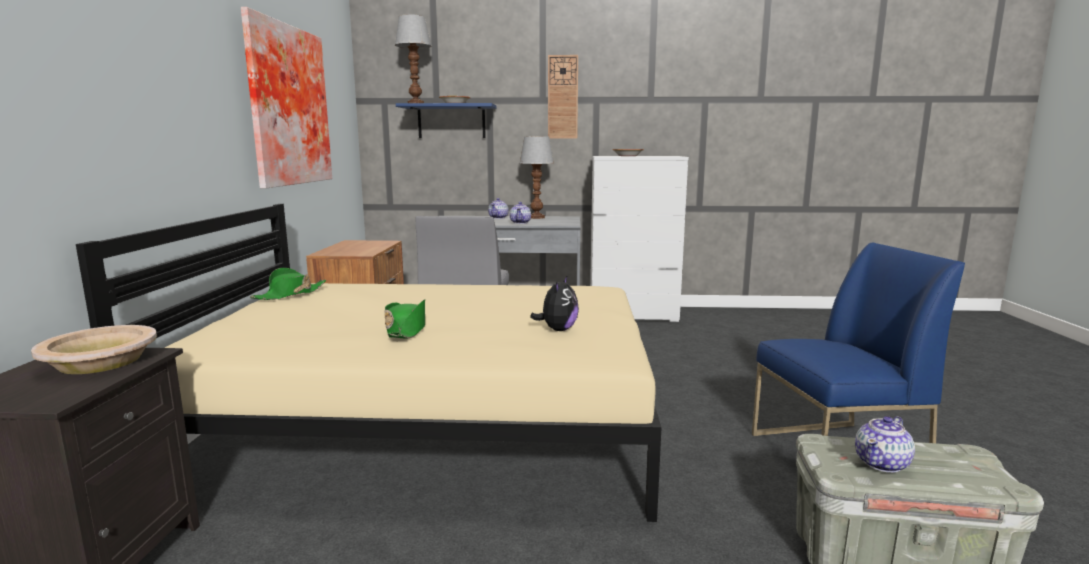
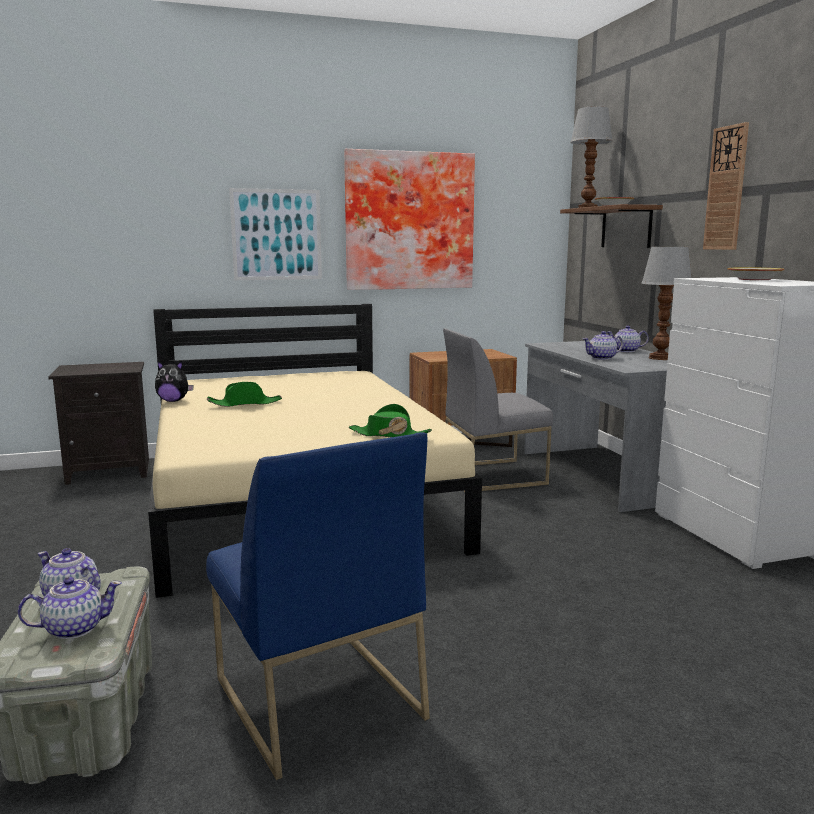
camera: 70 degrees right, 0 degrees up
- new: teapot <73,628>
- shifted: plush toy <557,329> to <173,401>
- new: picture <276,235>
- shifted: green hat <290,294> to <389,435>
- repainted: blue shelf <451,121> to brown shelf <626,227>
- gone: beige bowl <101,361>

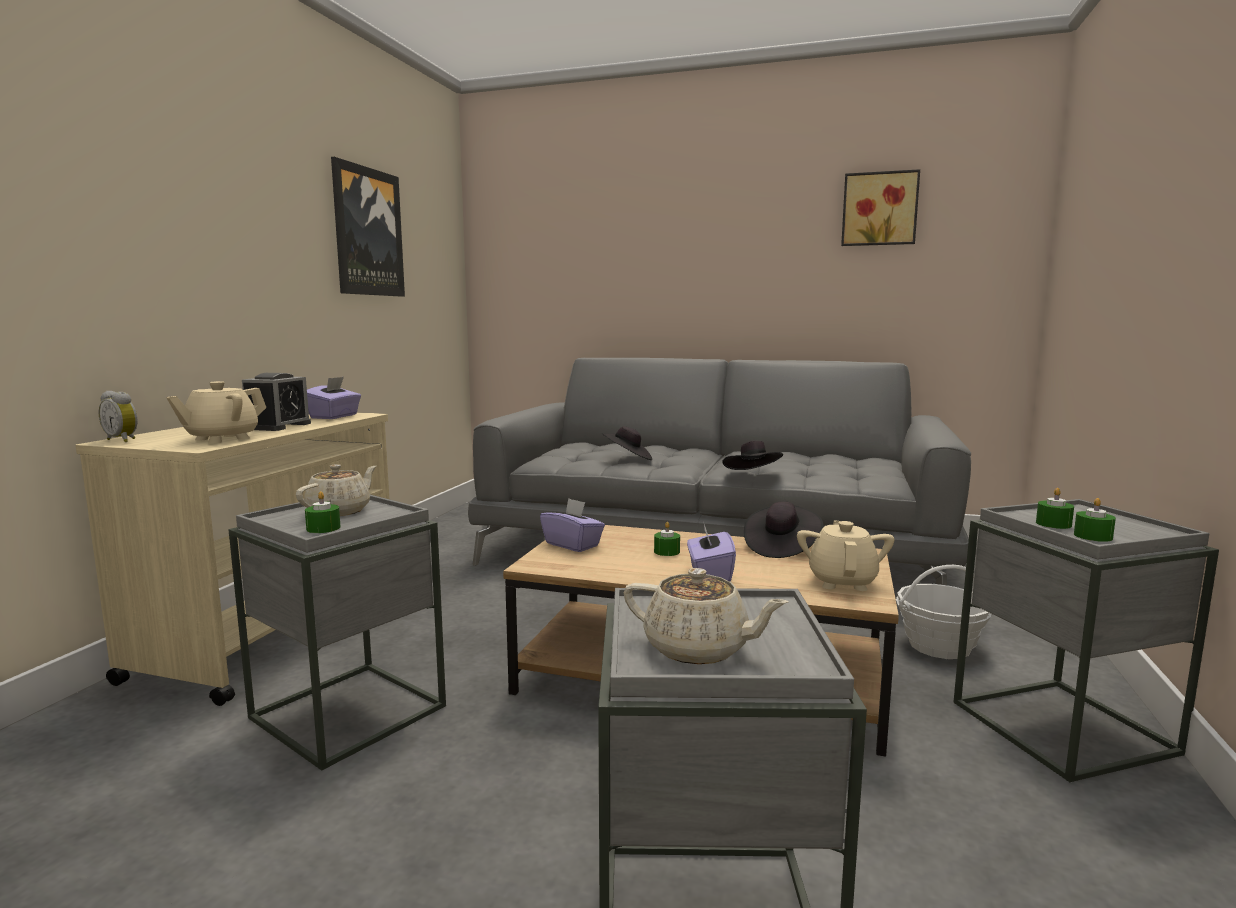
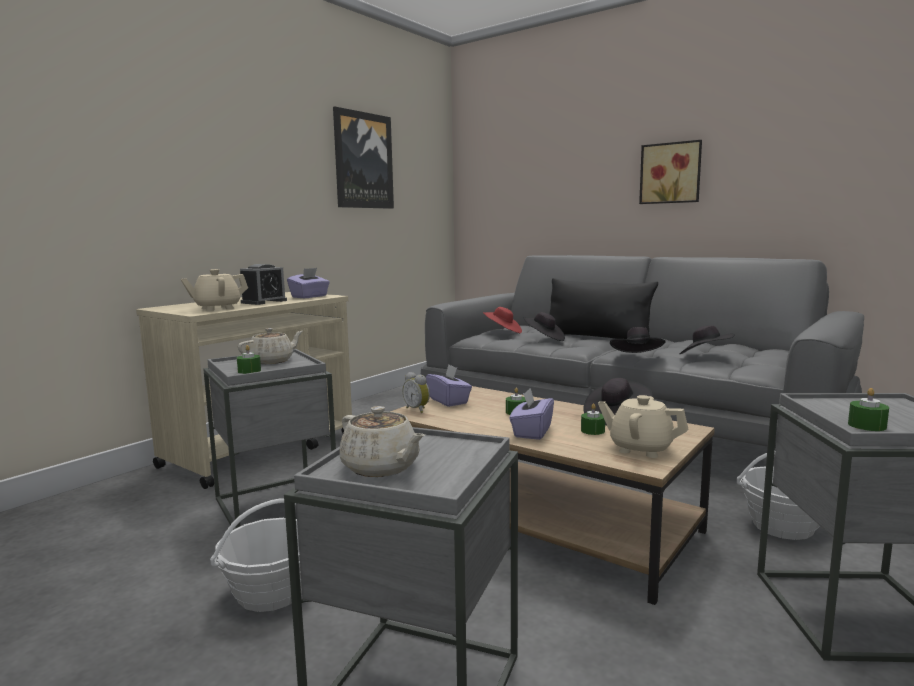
camera: 20 degrees right, 0 degrees up
- new: basket <271,592>
- shifted: alarm clock <123,440> to <418,409>
- new: red hat <503,332>
- new: black pillow <596,337>
- shifted: green candle <1053,524> to <592,430>
- rotated: beige teapot <842,582> = <640,449> 90 degrees counterclockwise
- shifted: picture <879,209> to <671,173>
- new: black hat <705,356>

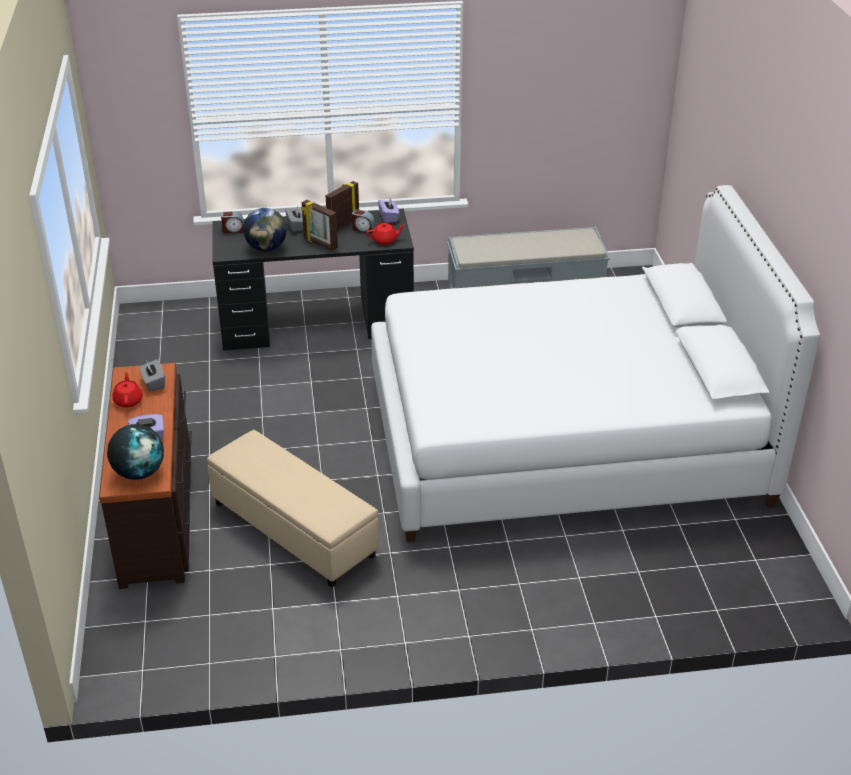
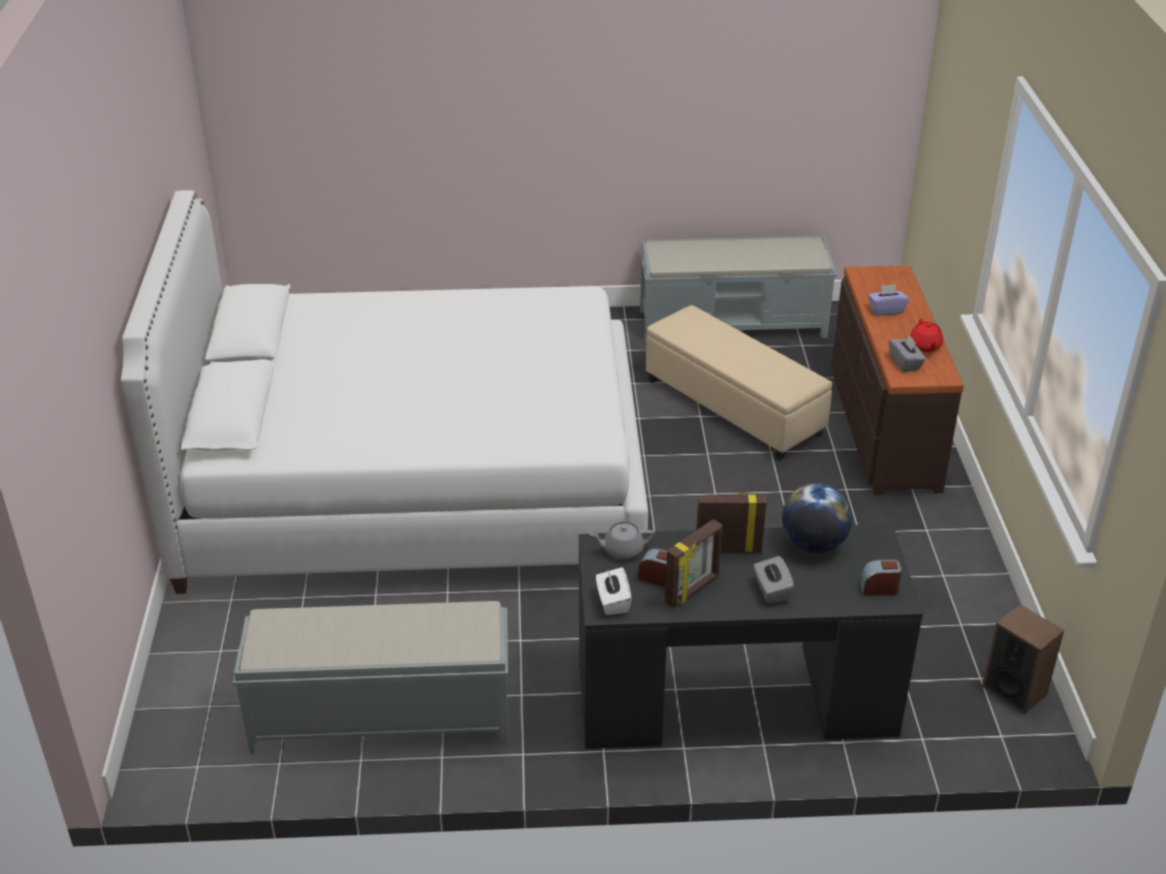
camera: 175 degrees left, 0 degrees up
- repainted: red teapot <385,240> to grey teapot <622,550>
- repainted: purple tissue box <389,217> to white tissue box <612,602>
- new: grey bench <733,323>
- rotated: picture frame <320,243> = <728,549> 45 degrees counterclockwise
- new: speaker <1014,690>
- gone: globe <139,472>

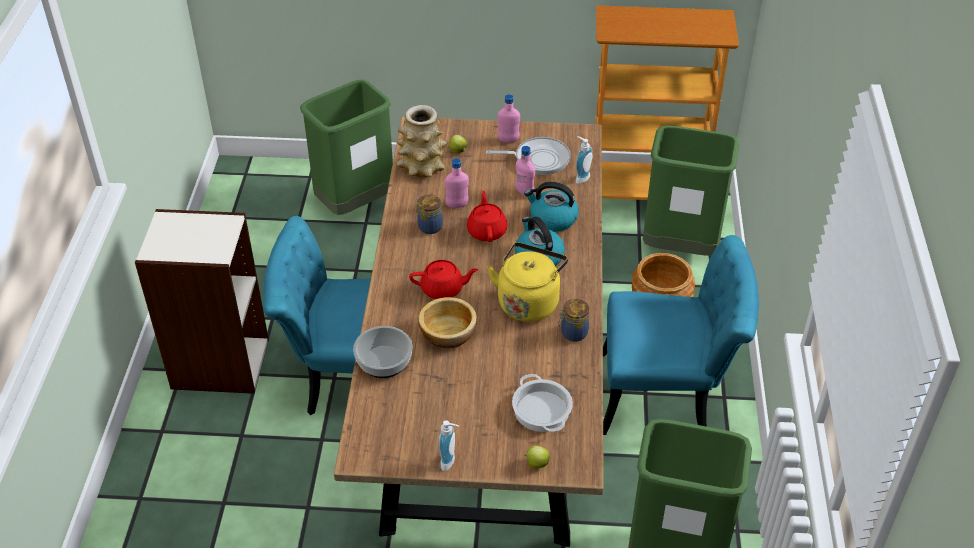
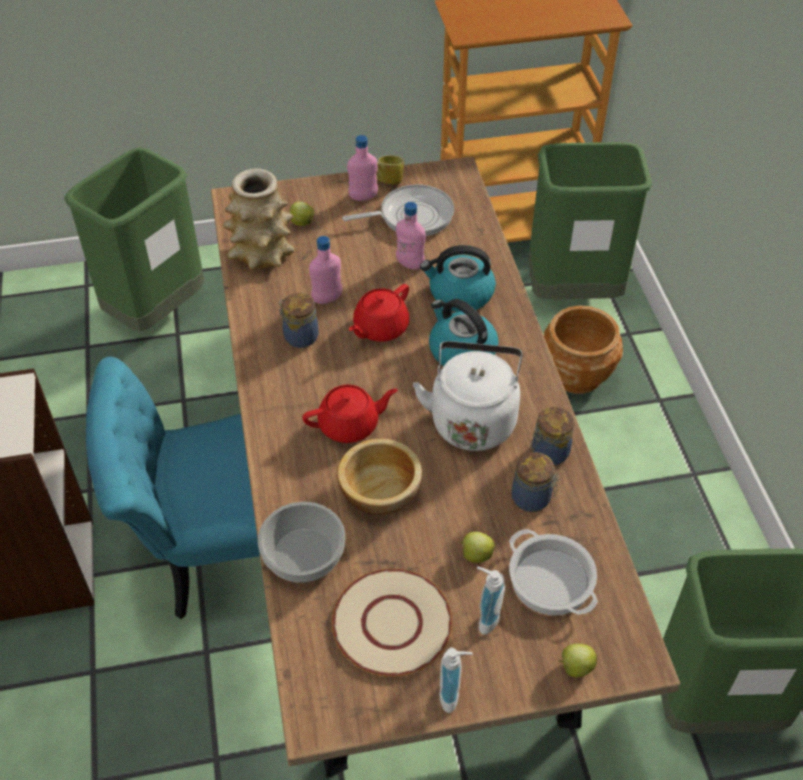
camera: 15 degrees left, 5 degrees up
- new: beige plate <392,623>
- rotated: red teapot <487,231> = <380,328> 120 degrees counterclockwise
- new: mug <387,181>
- repainted: yellow kettle <528,301> to white kettle <472,419>
- new: apple <475,555>
- shifted: soap dispenser <580,177> to <485,618>
- new: jar <532,499>
- gone: turquoise chair <667,396>

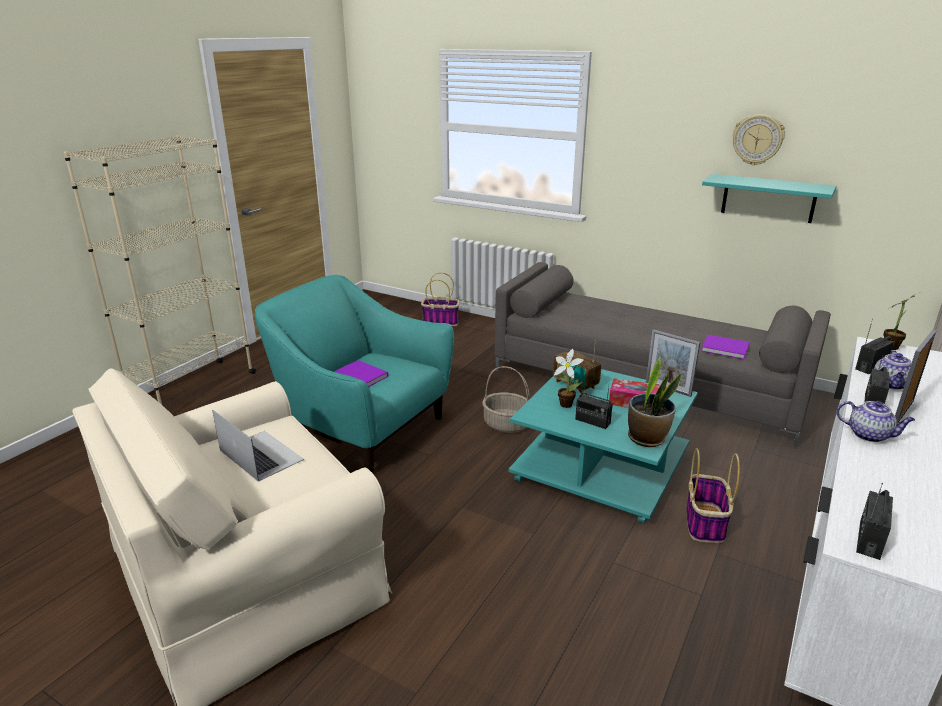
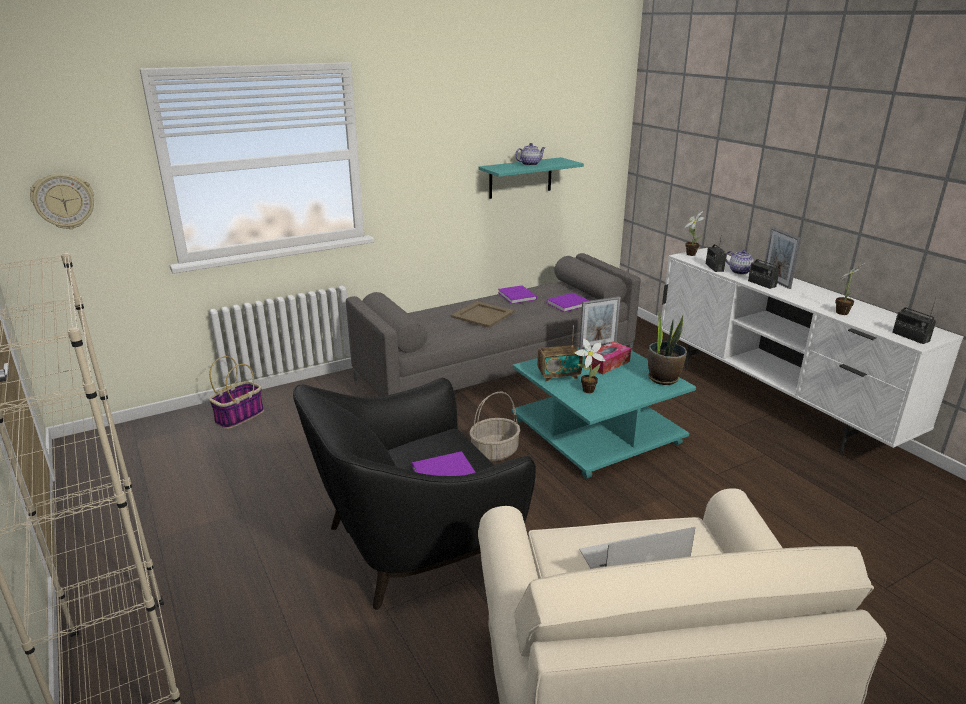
camera: 60 degrees left, 0 degrees up
- shifted: wall clock <757,139> to <64,201>
- repainted: turquoise armchair <362,429> to black armchair <415,543>
- new: beige tray <482,314>
- new: purple book <517,296>
- shifted: teapot <869,435> to <530,164>
- new: potted plant <843,312>
- gone: radio <592,421>
- gone: basket <705,523>

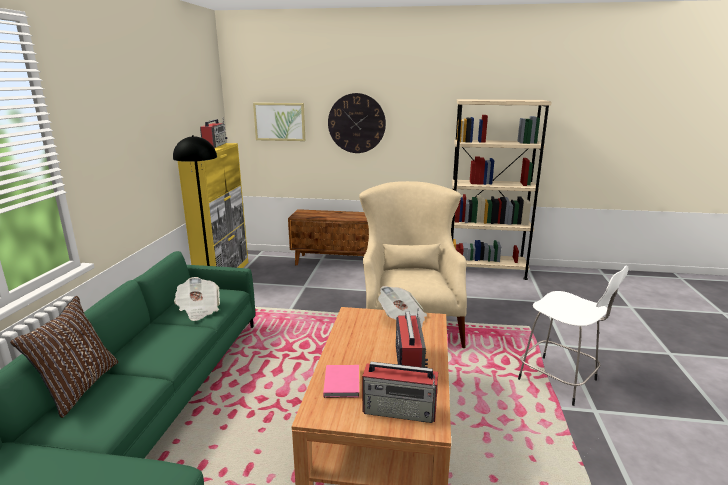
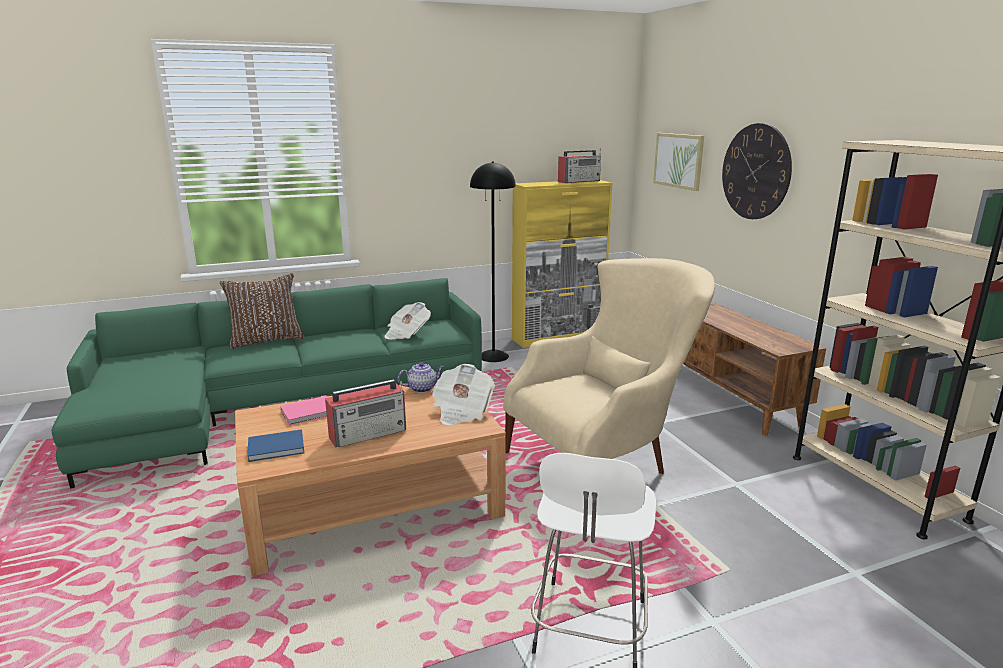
camera: 60 degrees right, 0 degrees up
- swapped: radio <400,410> to blue book <278,448>
- new: teapot <422,388>

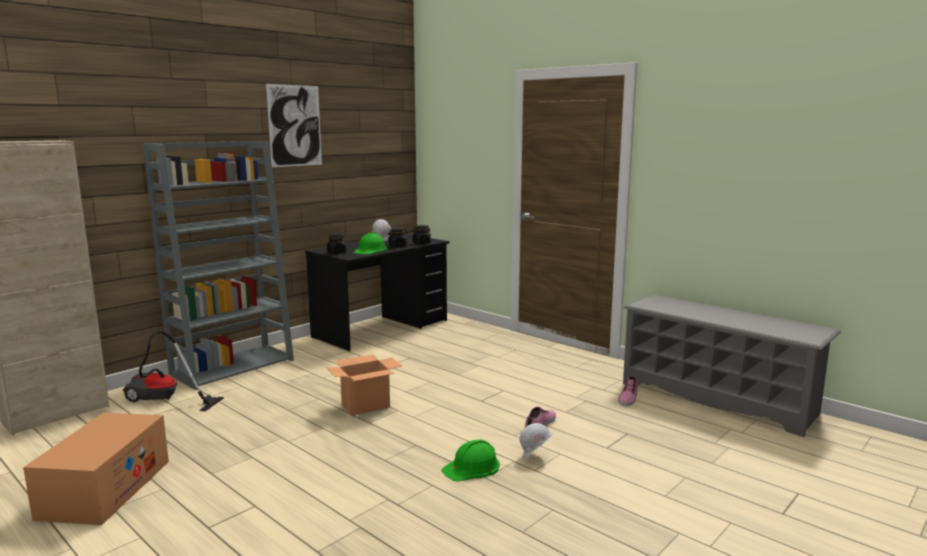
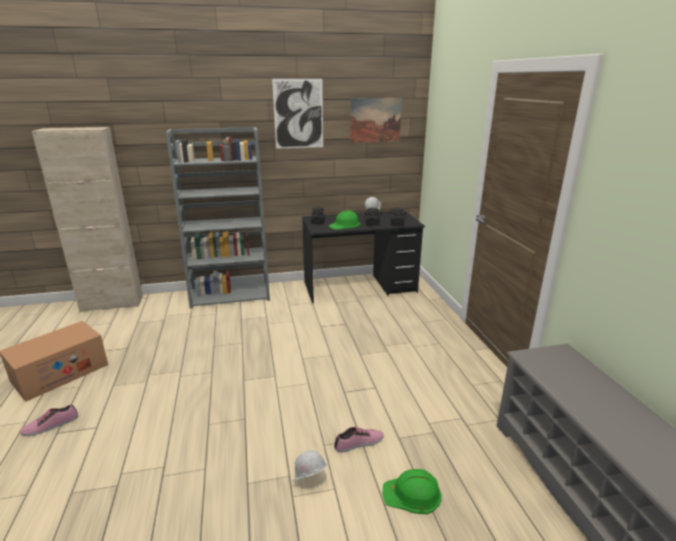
camera: 35 degrees right, 10 degrees up
- shifted: shoe <628,397> to <50,425>
- new: picture <375,120>
- shifted: green hard hat <472,467> to <412,494>
- gone: vacuum cleaner <163,401>
- gone: cardboard box <366,405>

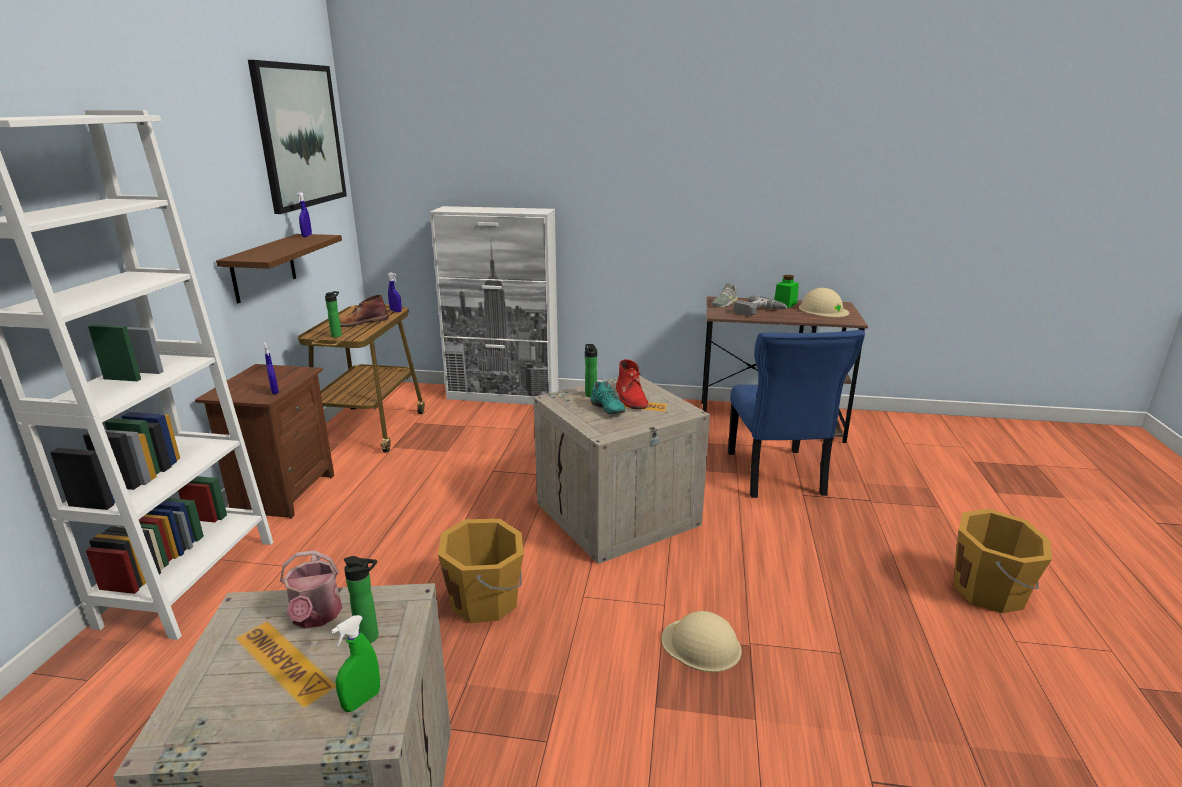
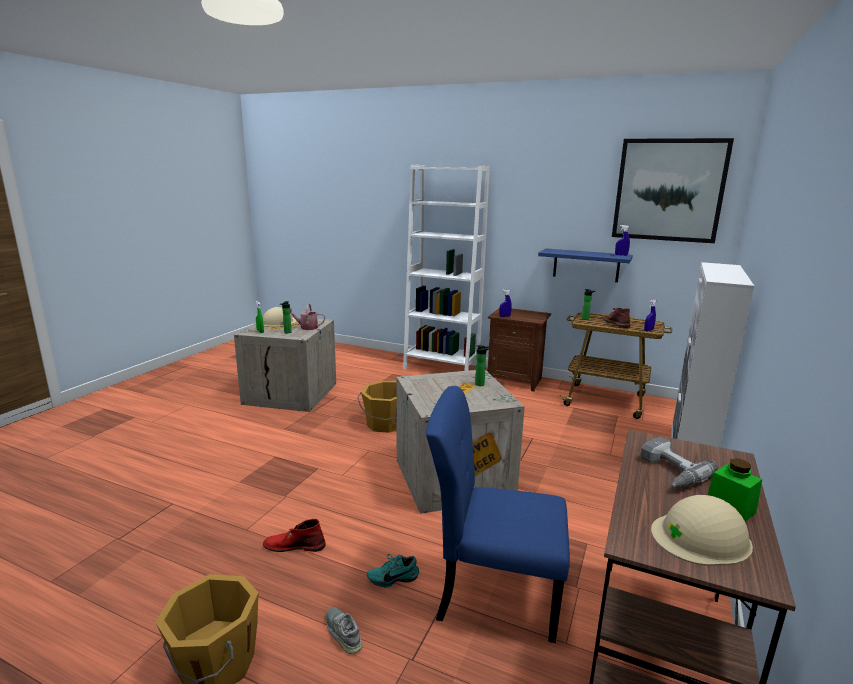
camera: 105 degrees right, 5 degrees down
- shifted: beige hard hat <701,645> to <278,322>
- shifted: red boot <631,398> to <294,545>
- shifted: grey shoe <724,303> to <343,633>
- shifted: turquoise shoe <606,410> to <393,578>
- repainted: brown shelf <263,268> to blue shelf <586,265>

